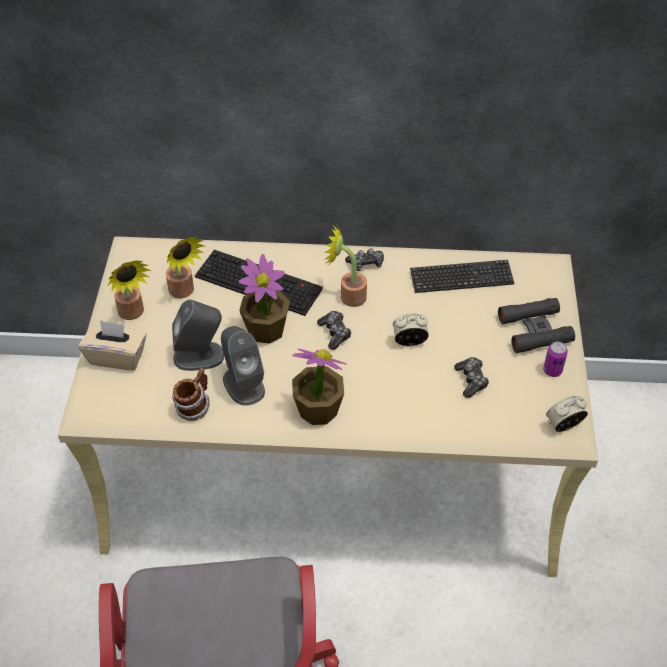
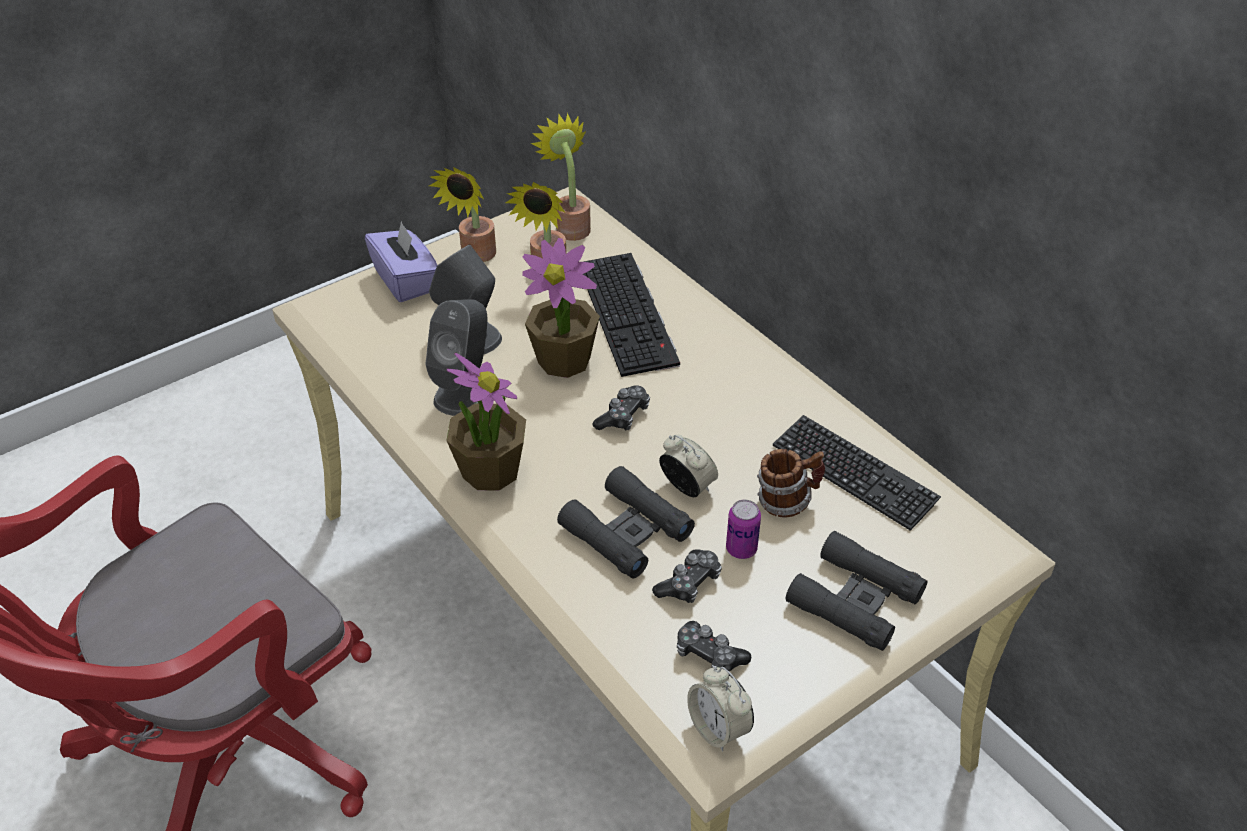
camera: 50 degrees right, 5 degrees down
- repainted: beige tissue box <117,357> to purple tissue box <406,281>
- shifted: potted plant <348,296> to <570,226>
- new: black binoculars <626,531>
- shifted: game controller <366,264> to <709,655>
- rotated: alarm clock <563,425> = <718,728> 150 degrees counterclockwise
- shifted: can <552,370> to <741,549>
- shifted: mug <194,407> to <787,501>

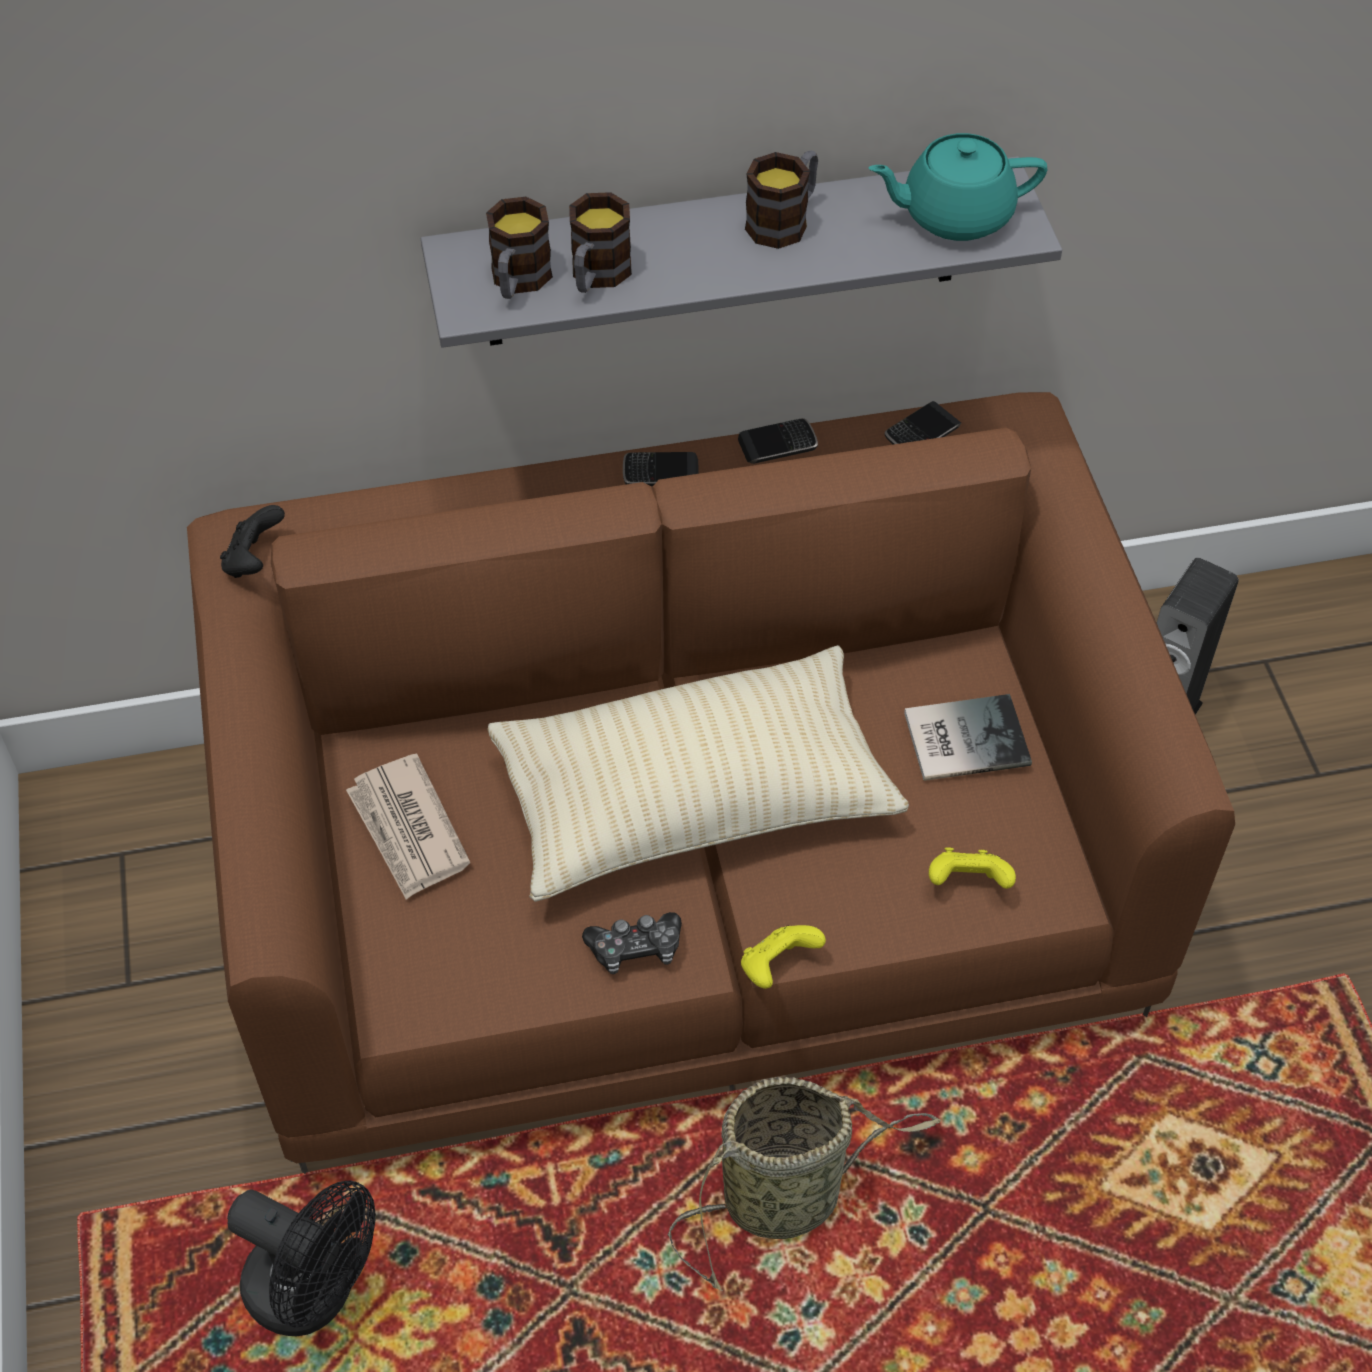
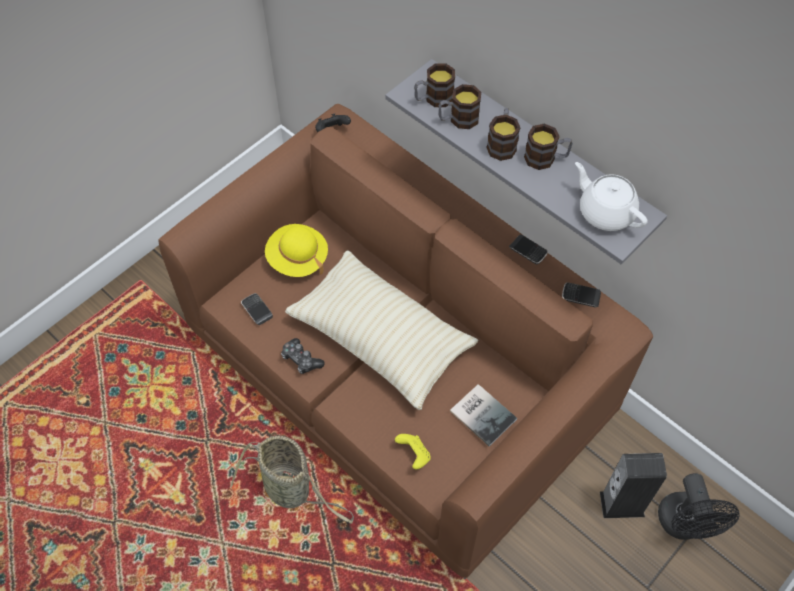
camera: 55 degrees right, 5 degrees up
- shifted: phone <660,473> to <257,310>
- swapped: newspaper <408,830> to yellow hat <297,259>
- new: mug <502,143>
- repainted: turquoise teapot <954,215> to white teapot <605,212>
- shifted: black fan <316,1292> to <684,525>
- gone: yellow game controller <777,967>

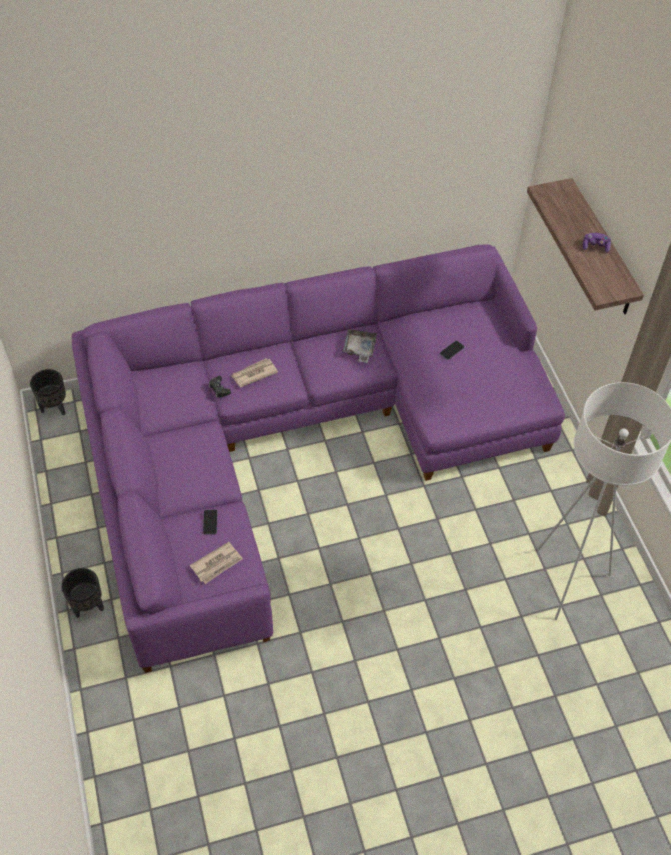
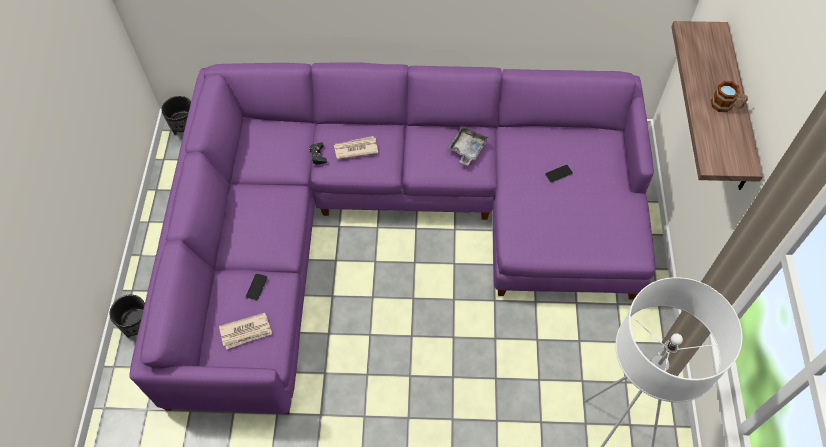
camera: 20 degrees right, 5 degrees up
- swapped: game controller <595,246> to mug <726,106>

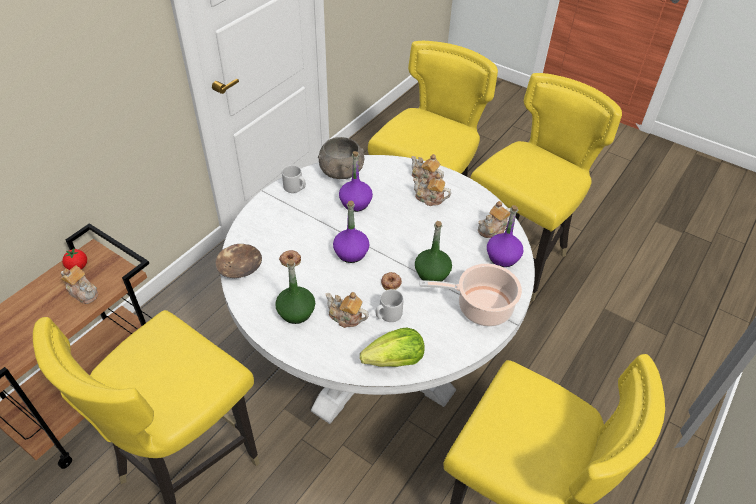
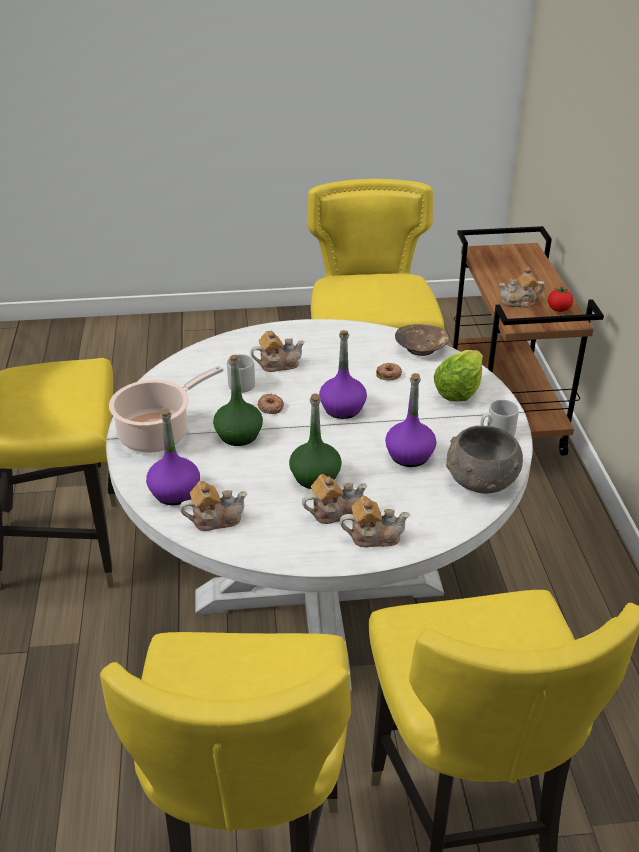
camera: 140 degrees right, 10 degrees down
- rotated: teapot <493,229> = <215,519> 60 degrees clockwise
- shifted: green bottle <296,312> to <315,477>
- shifted: lettuce <395,361> to <458,391>

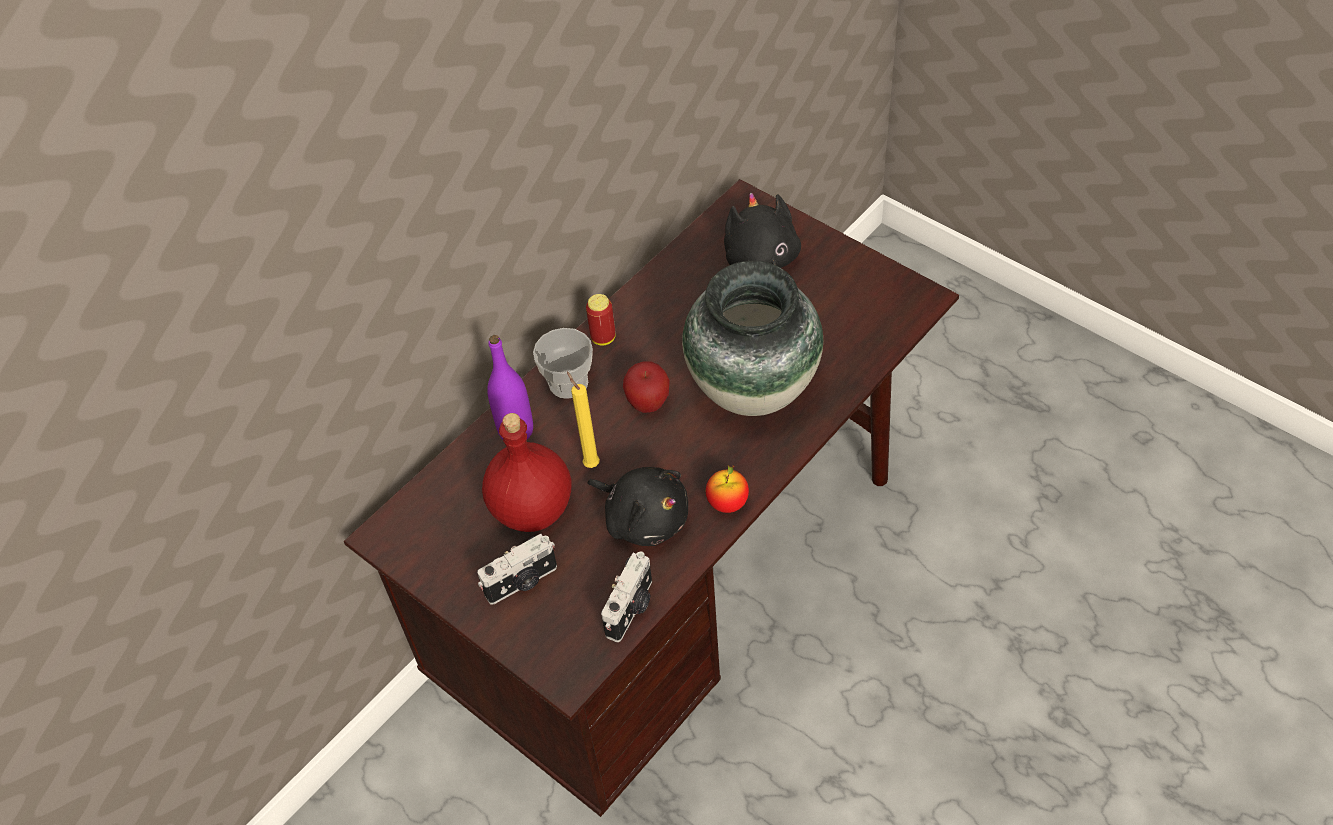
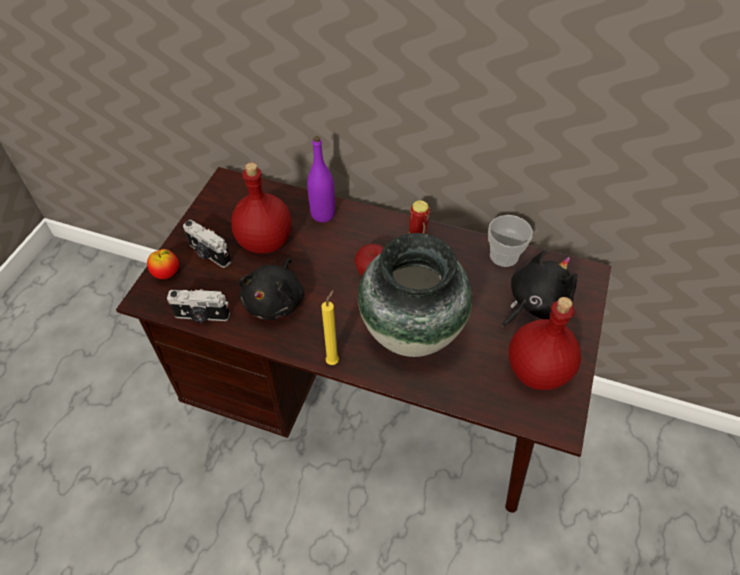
camera: 65 degrees right, 0 degrees up
- shifted: apple <727,503> to <167,273>
- shifted: yellow candle <590,463> to <333,360>
- shifted: cup <568,383> to <504,256>
- new: red bottle <537,369>

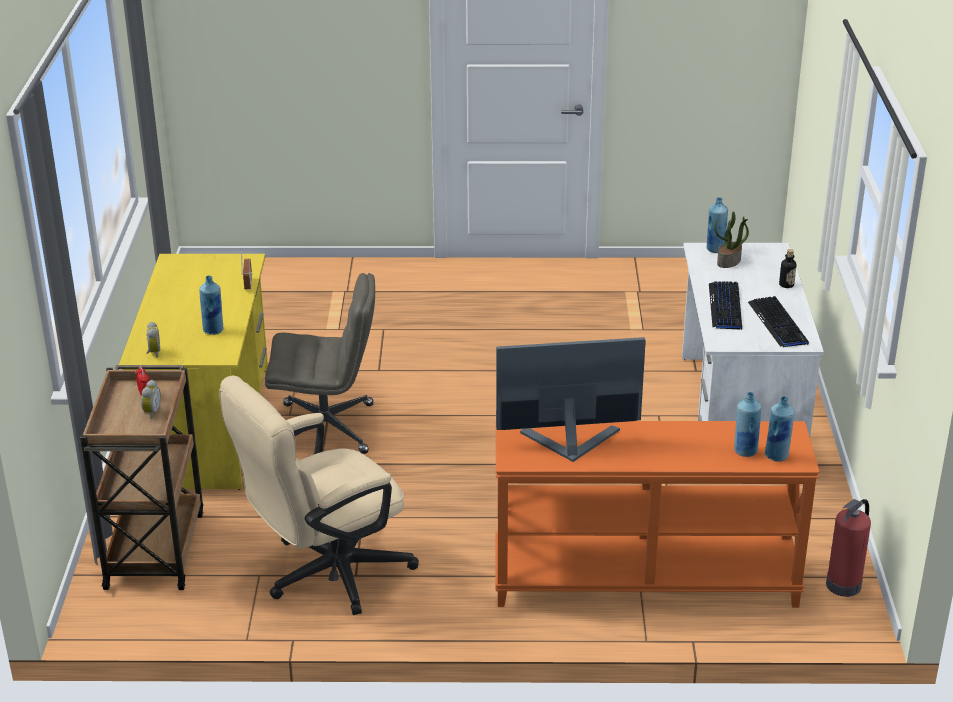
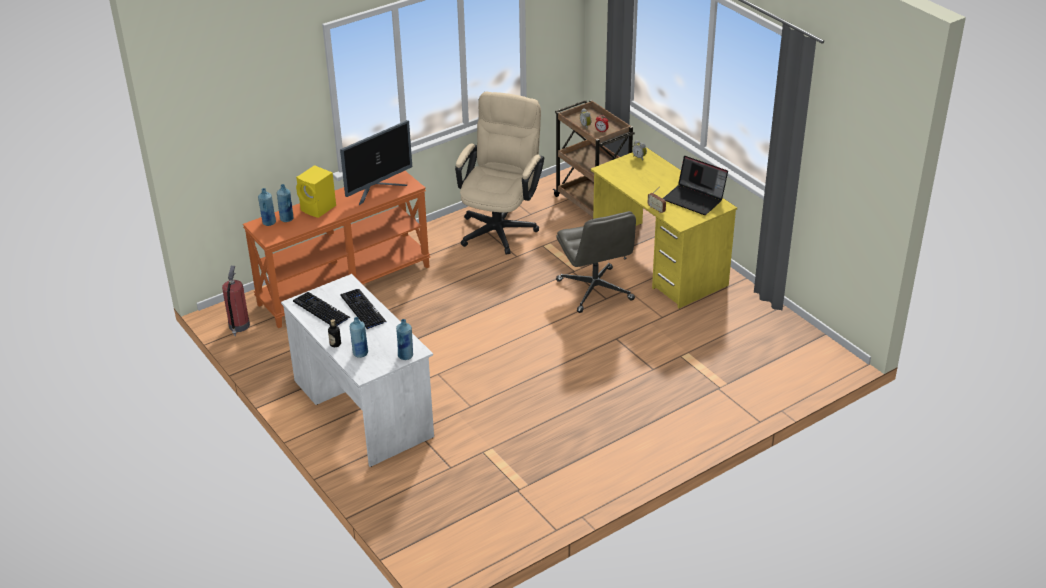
camera: 145 degrees right, 5 degrees up
- new: yellow speaker <319,208>
- shifted: blue bottle <213,330> to <360,353>
- rotated: grey office chair <327,428> = <595,291> 75 degrees counterclockwise
- new: laptop <695,199>
- gone: potted plant <729,262>

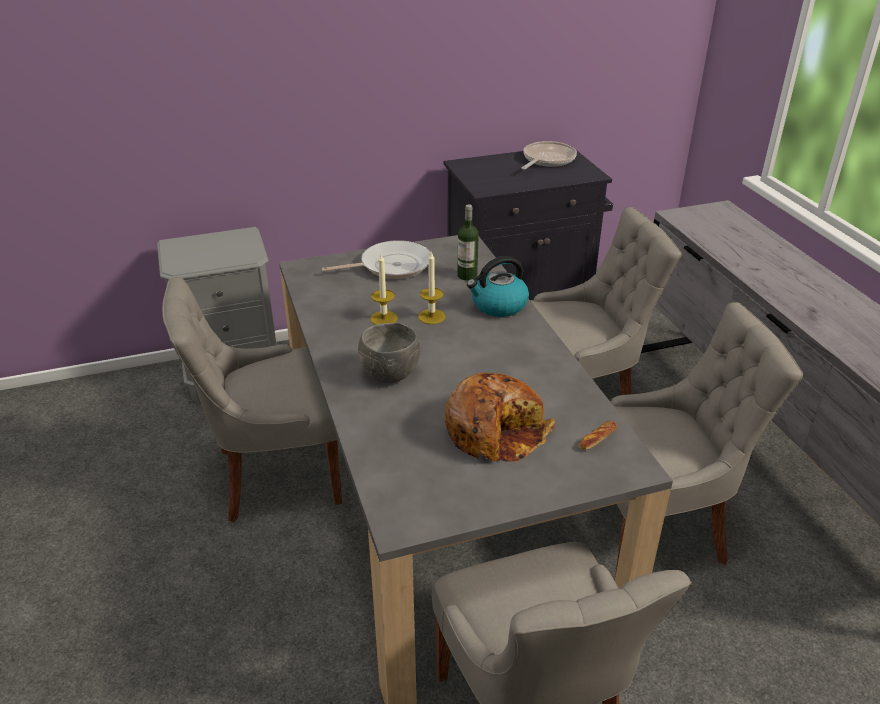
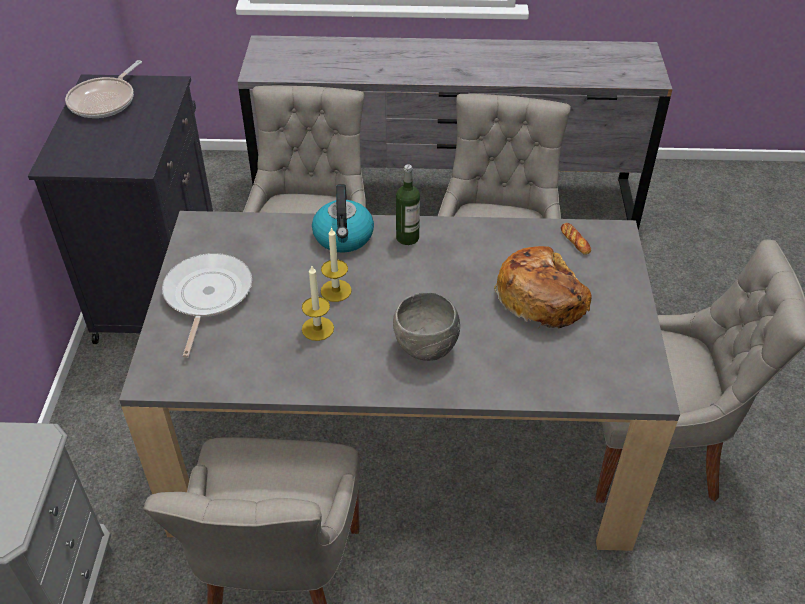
camera: 70 degrees left, 10 degrees up
- rotated: frying pan <547,160> = <105,101> 120 degrees counterclockwise
- shifted: bottle <467,275> to <407,237>

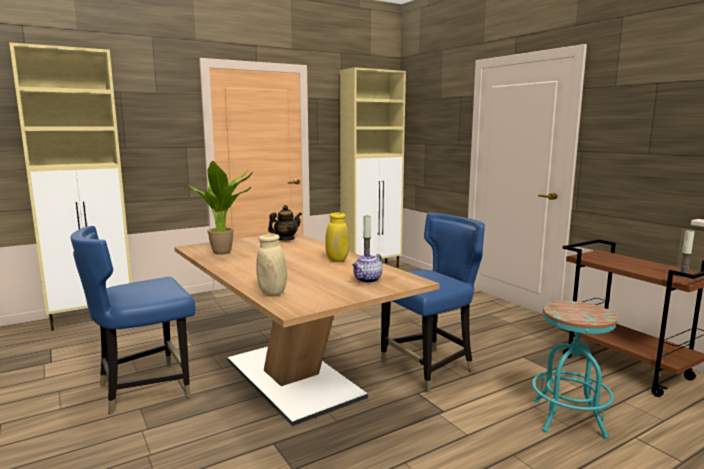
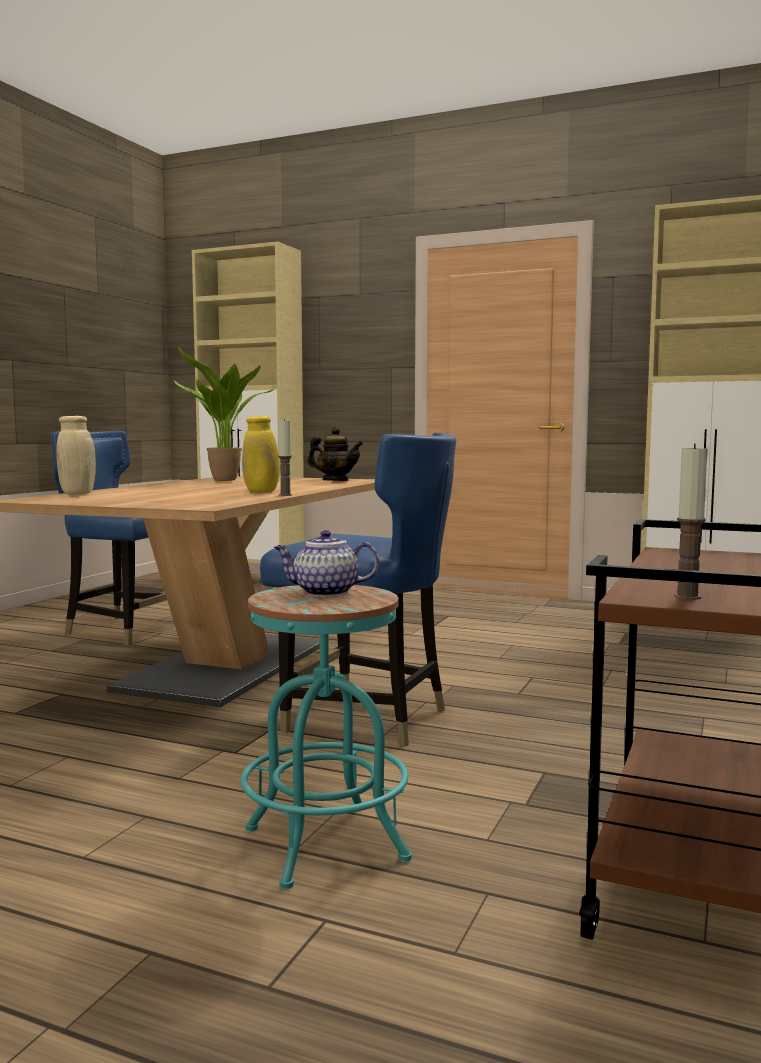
camera: 55 degrees right, 5 degrees down
- shifted: teapot <367,280> to <325,592>

